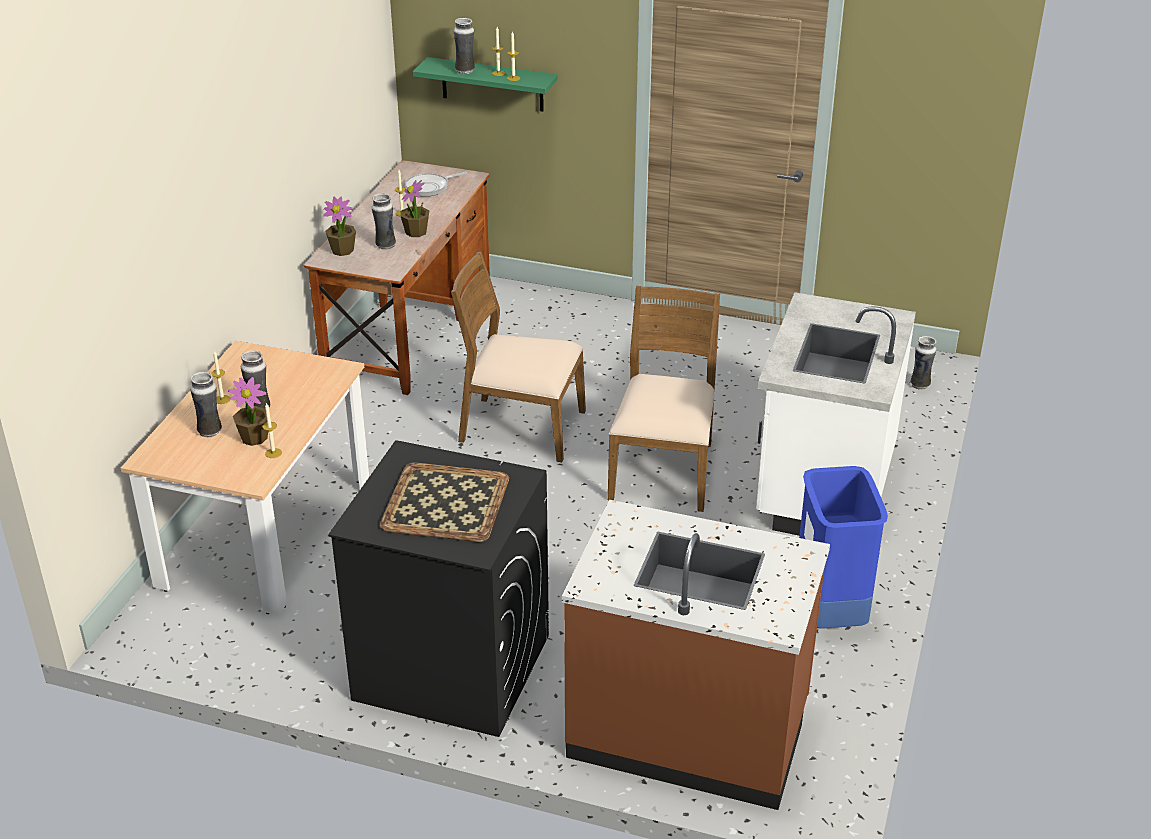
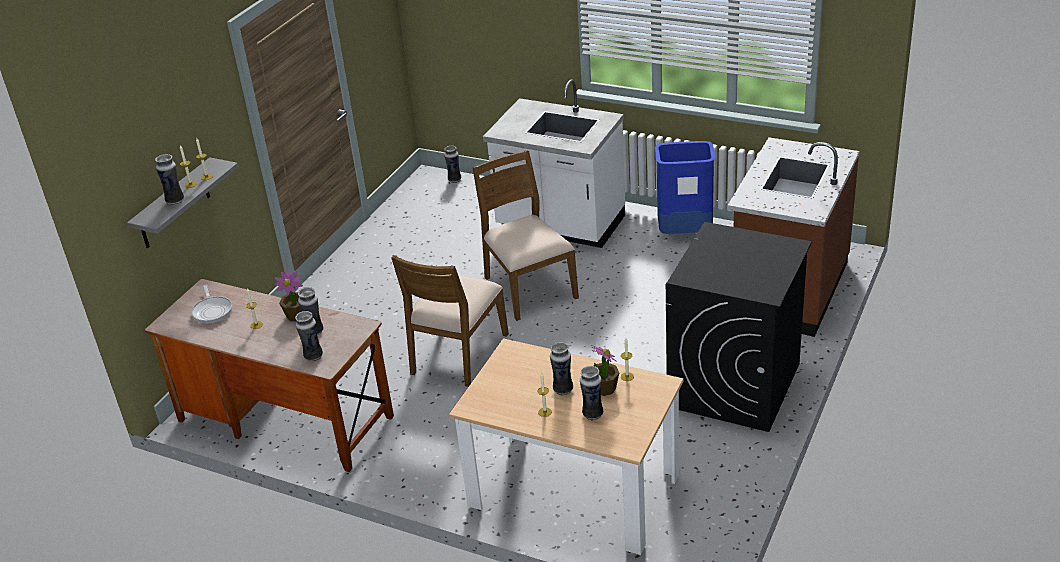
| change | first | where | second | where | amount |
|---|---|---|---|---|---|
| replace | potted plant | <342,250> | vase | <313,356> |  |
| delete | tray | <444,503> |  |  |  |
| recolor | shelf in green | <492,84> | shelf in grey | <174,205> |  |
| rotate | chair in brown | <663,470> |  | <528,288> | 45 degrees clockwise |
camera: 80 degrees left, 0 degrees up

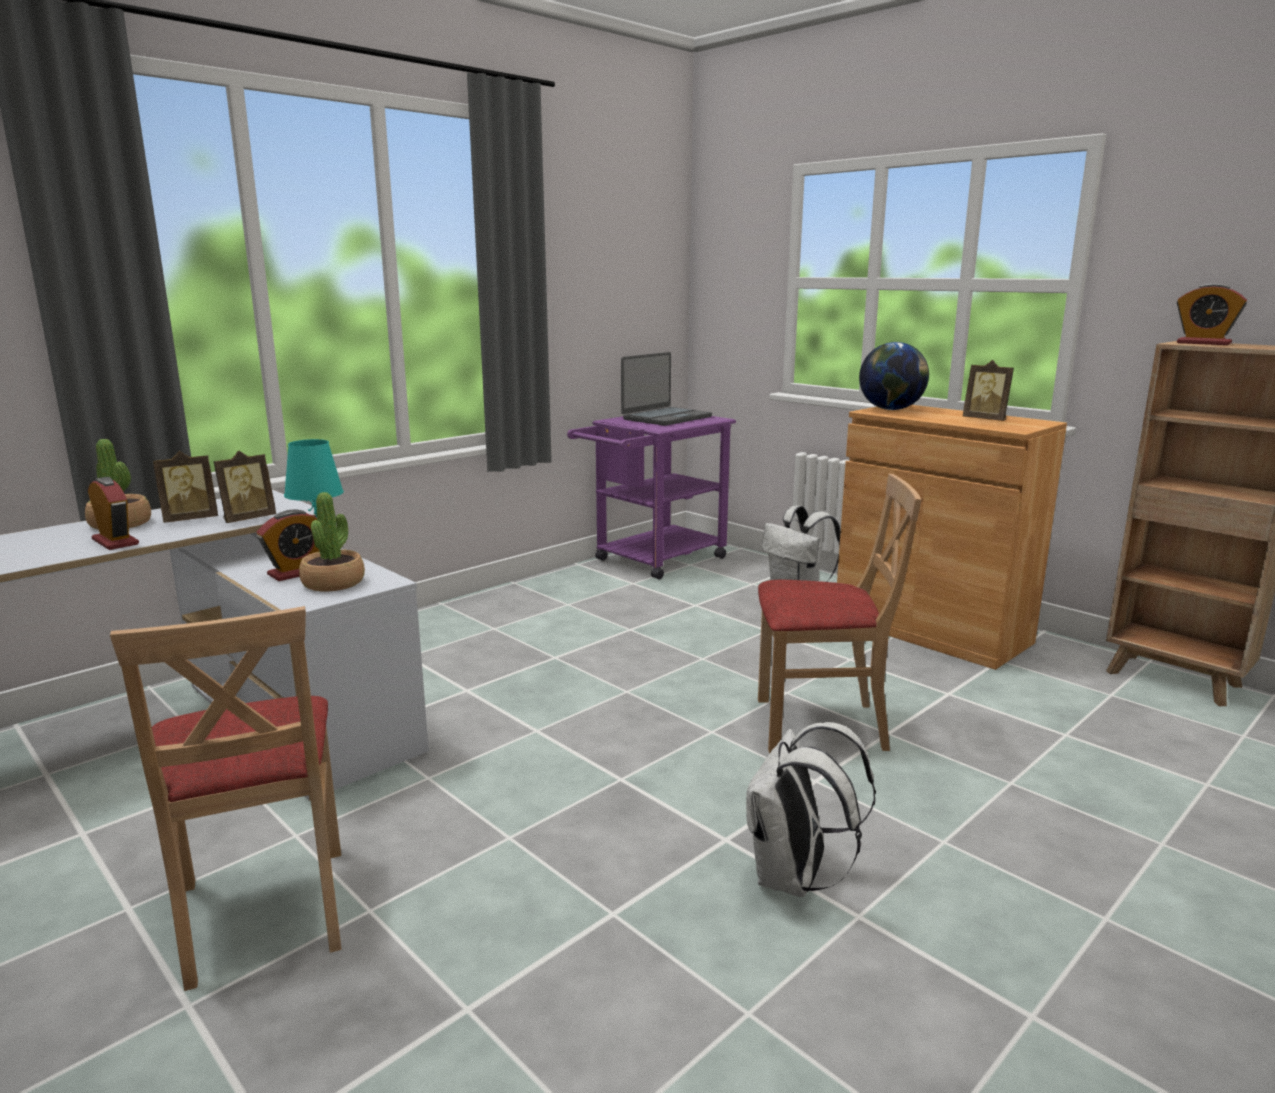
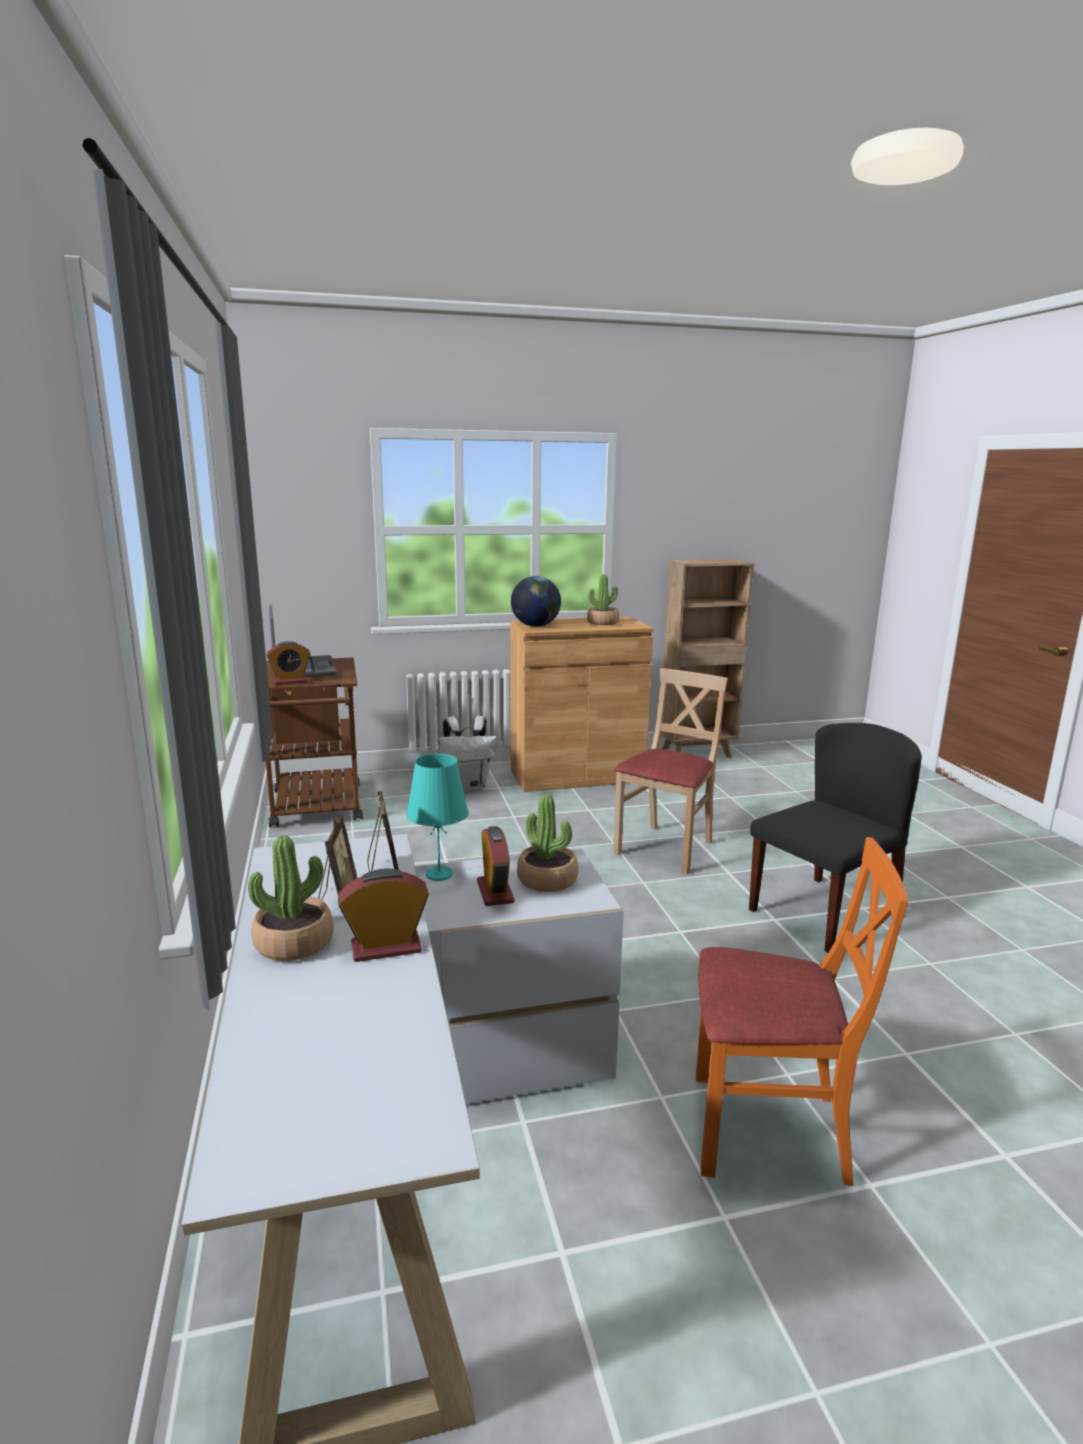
| change | first | where | second | where | amount |
|---|---|---|---|---|---|
| recolor | chair in beige | <263,912> | chair in orange | <768,1130> |  |
| recolor | cart in purple | <653,561> | cart in brown | <317,809> |  |
| replace | backpack in white | <794,878> | chair in black | <823,912> |  |
| replace | picture frame | <986,420> | potted plant | <603,623> |  |
| move | alarm clock | <1203,343> |  | <290,681> |  |
camera: 60 degrees left, 0 degrees up

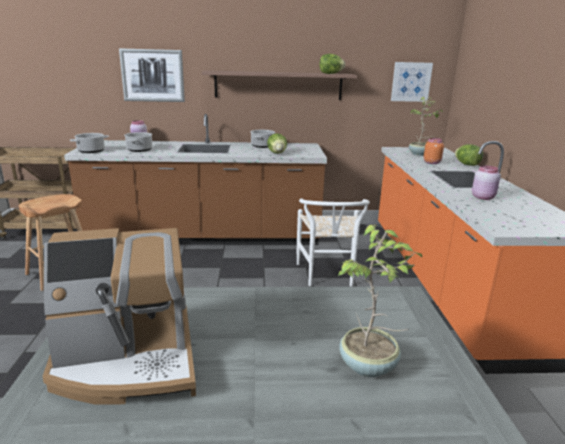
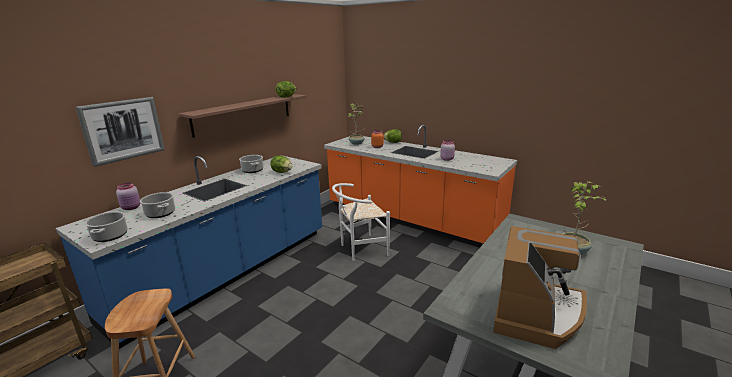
| change | first | where | second | where | amount |
|---|---|---|---|---|---|
| recolor | counter in brown | <205,237> | counter in blue | <227,272> |  |
| rotate | chair in white | <328,276> |  | <360,249> | 120 degrees clockwise |
| delete | picture | <411,82> |  |  |  |
camera: 50 degrees left, 0 degrees up

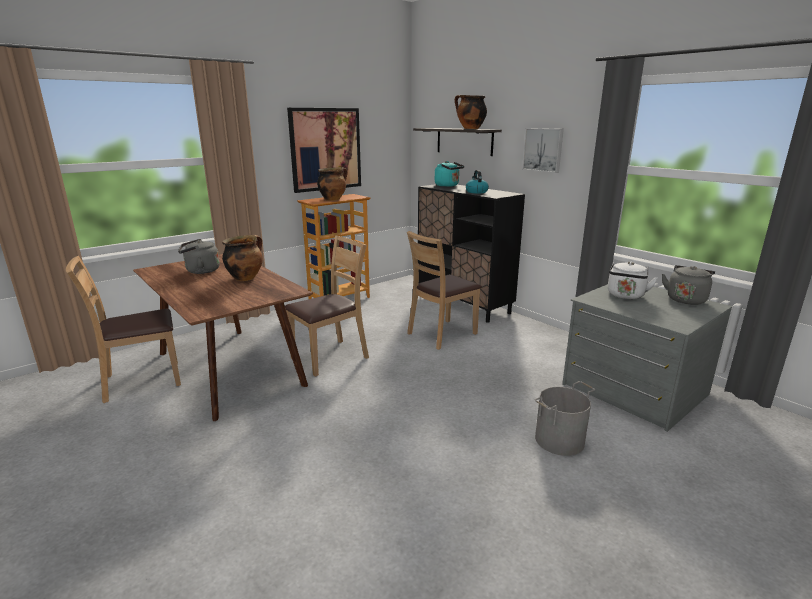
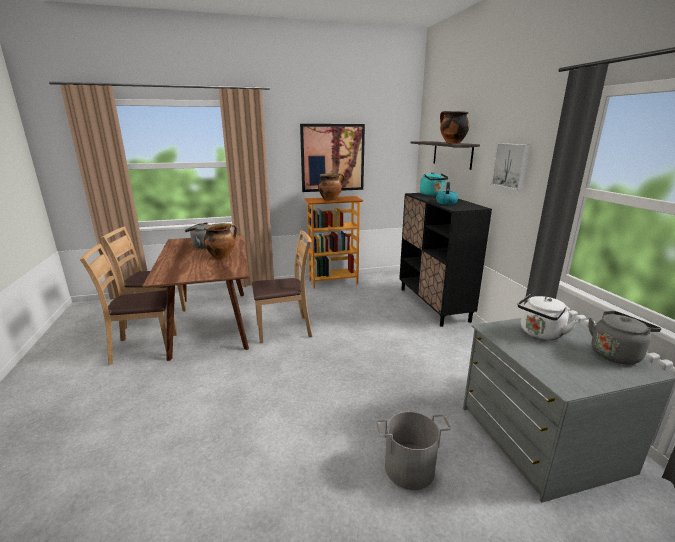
| change | first | where | second | where | amount |
|---|---|---|---|---|---|
| move | chair in brown | <442,334> |  | <144,348> |  |
camera: 25 degrees right, 0 degrees up

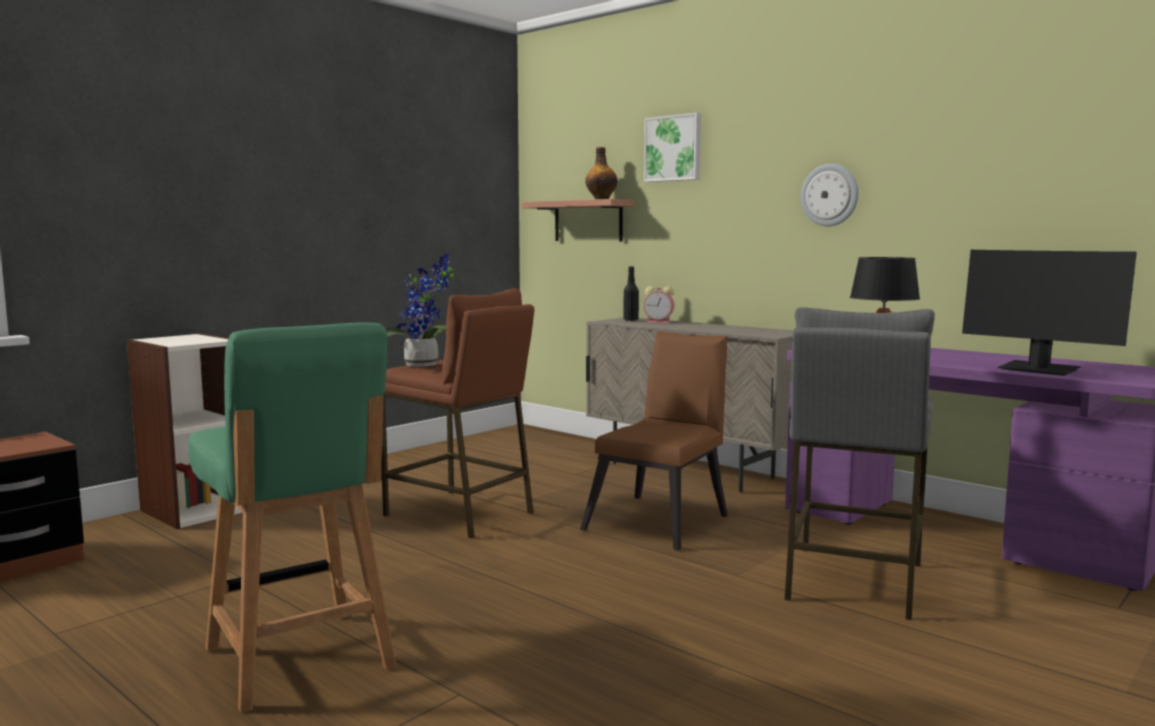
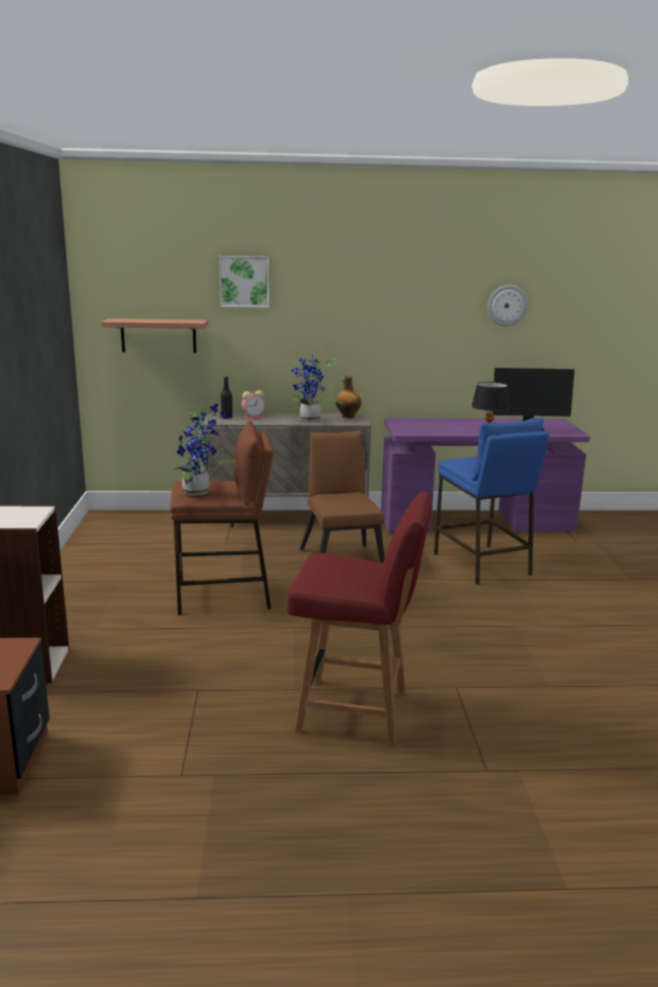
| change | first | where | second | where | amount |
|---|---|---|---|---|---|
| recolor | chair in green | <300,660> | chair in red | <356,711> |  |
| move | bottle | <601,199> |  | <347,416> |  |
| recolor | stool in grey | <852,581> | stool in blue | <482,564> |  |
| move | wall clock | <830,195> |  | <507,305> |  |
| insert |  |  | potted plant | <310,420> |  |
camera: 45 degrees left, 10 degrees up

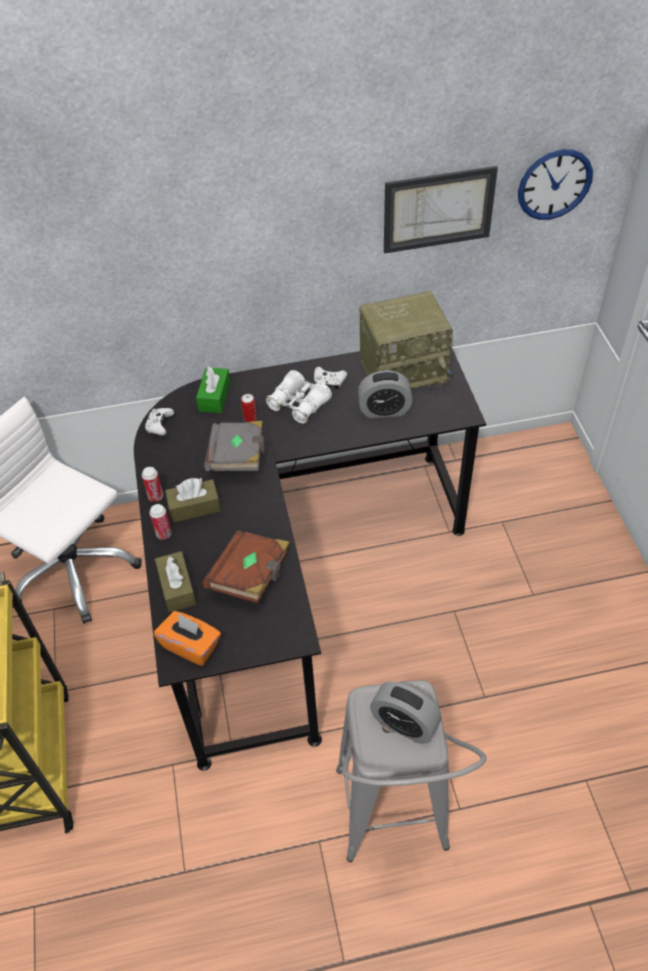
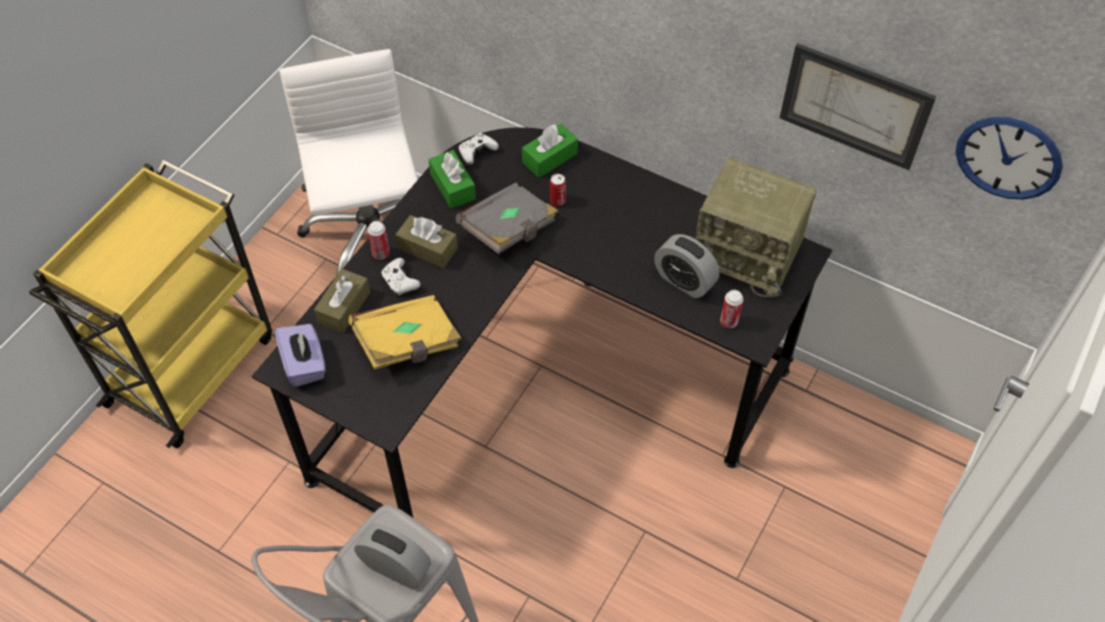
| change | first | where | second | where | amount |
|---|---|---|---|---|---|
| move | can | <155,497> |  | <729,322> |  |
| recolor | tissue box in orange | <191,646> | tissue box in purple | <304,364> |  |
| recolor | book in brown | <251,576> | book in yellow | <408,343> |  |
| delete | binoculars in white | <299,404> |  |  |  |
| move | game controller in white | <329,382> |  | <400,282> |  |
| rotate | alarm clock | <404,724> |  | <395,567> | 135 degrees clockwise |
| insert |  |  | tissue box in green | <452,186> |  |
camera: 40 degrees right, 5 degrees up

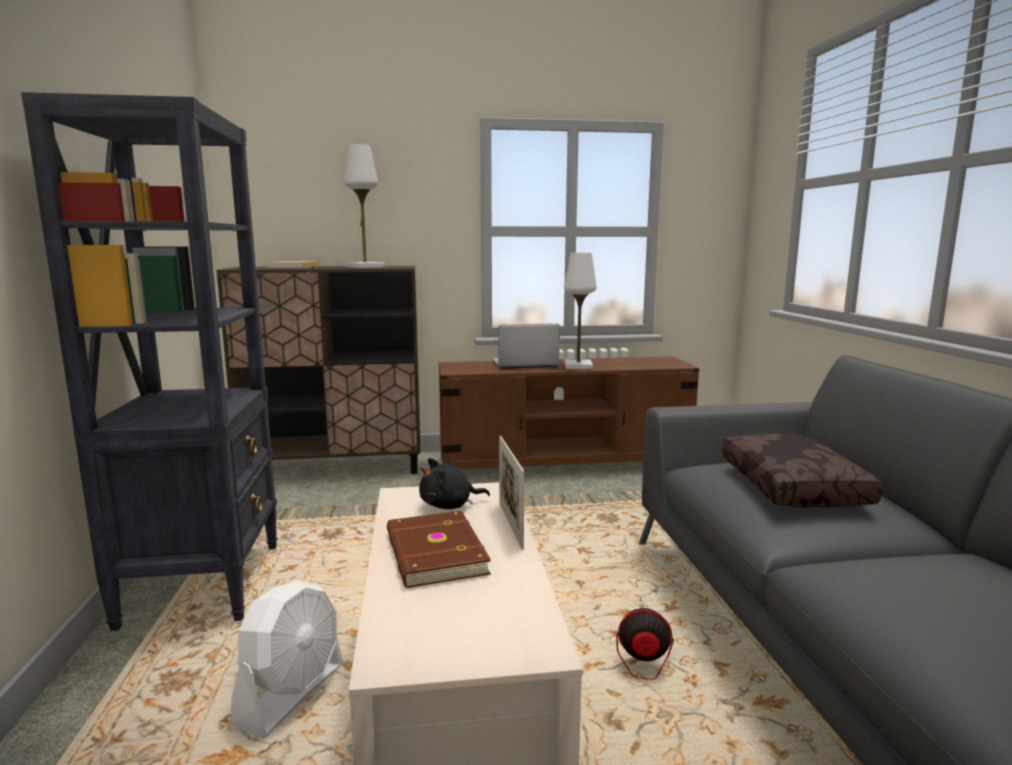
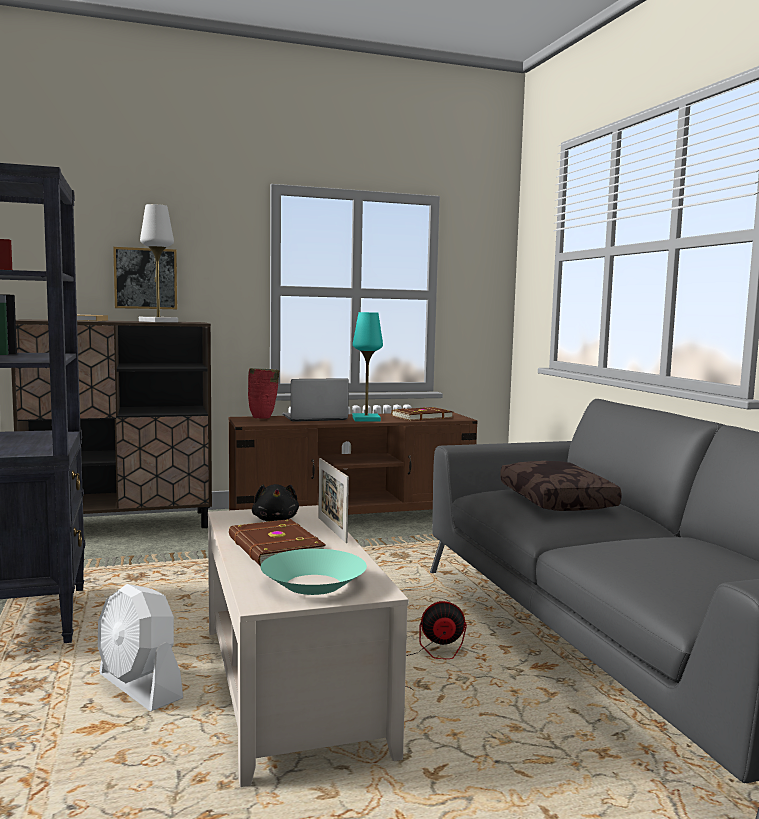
| change | first | where | second | where | amount |
|---|---|---|---|---|---|
| rotate | fan in white | <292,694> |  | <139,687> | 120 degrees clockwise |
| rotate | plush toy in black | <449,505> |  | <275,520> | 75 degrees counterclockwise |
| recolor | table lamp in white | <578,366> | table lamp in turquoise | <366,419> |  |
| insert |  |  | picture | <145,278> |  |
| insert |  |  | vase in red | <263,418> |  |
| insert |  |  | bowl in turquoise | <314,584> |  |
| insert |  |  | book in brown | <421,417> |  |
camera: 10 degrees left, 5 degrees down

